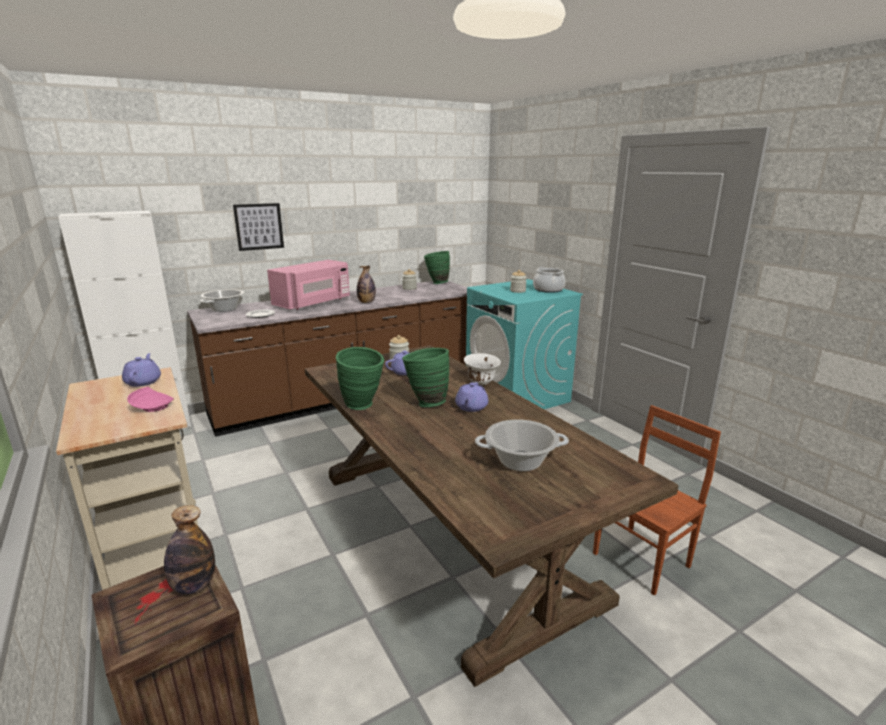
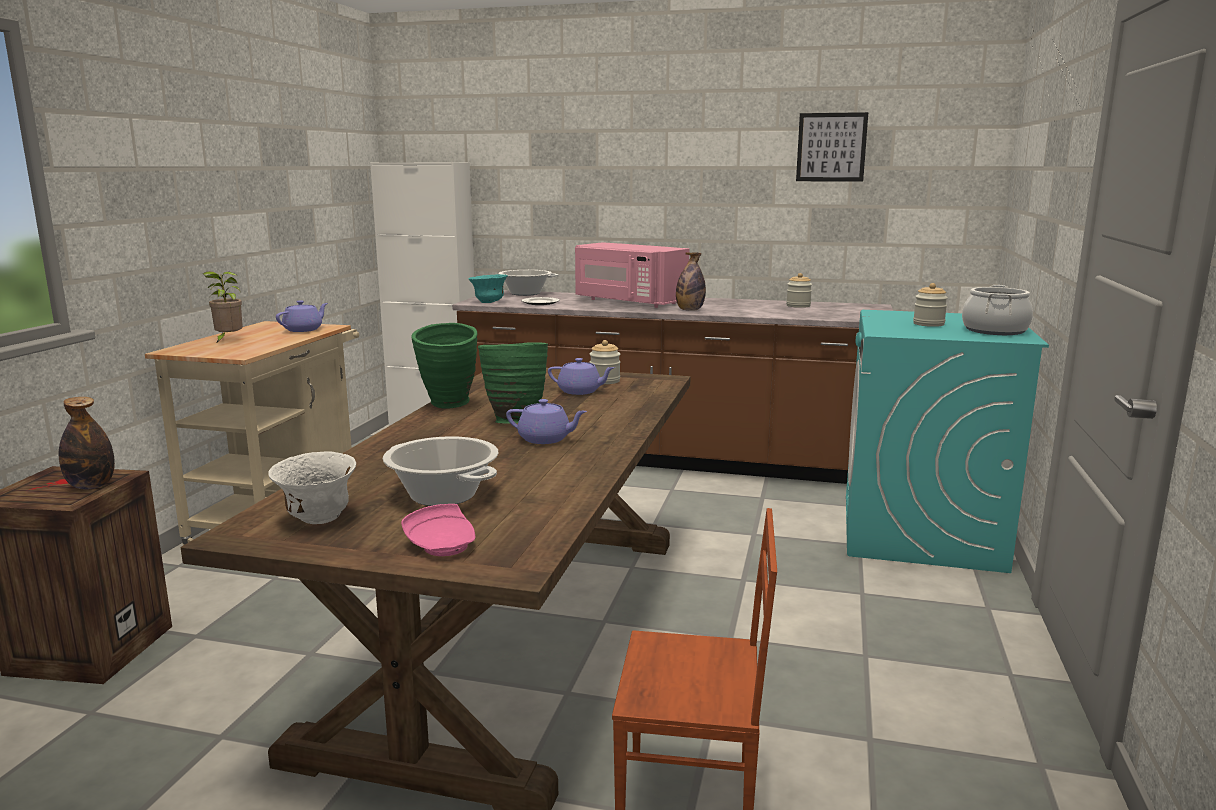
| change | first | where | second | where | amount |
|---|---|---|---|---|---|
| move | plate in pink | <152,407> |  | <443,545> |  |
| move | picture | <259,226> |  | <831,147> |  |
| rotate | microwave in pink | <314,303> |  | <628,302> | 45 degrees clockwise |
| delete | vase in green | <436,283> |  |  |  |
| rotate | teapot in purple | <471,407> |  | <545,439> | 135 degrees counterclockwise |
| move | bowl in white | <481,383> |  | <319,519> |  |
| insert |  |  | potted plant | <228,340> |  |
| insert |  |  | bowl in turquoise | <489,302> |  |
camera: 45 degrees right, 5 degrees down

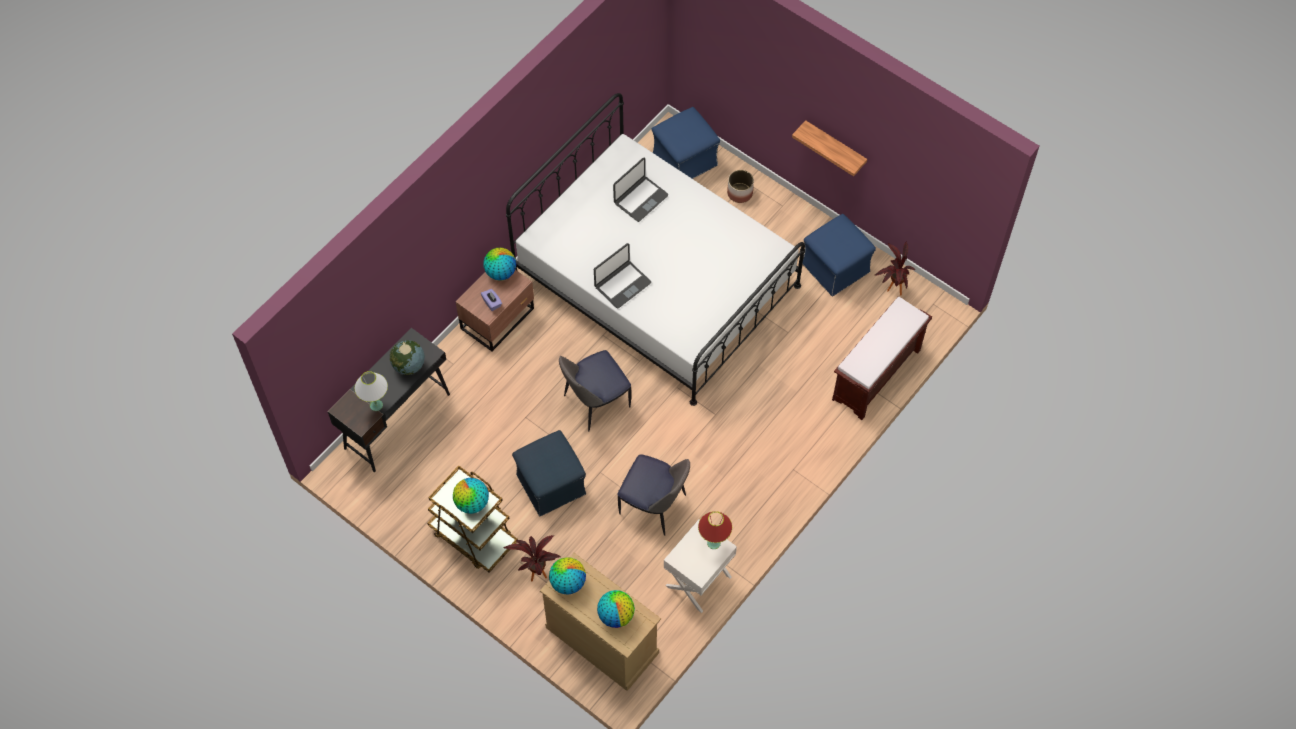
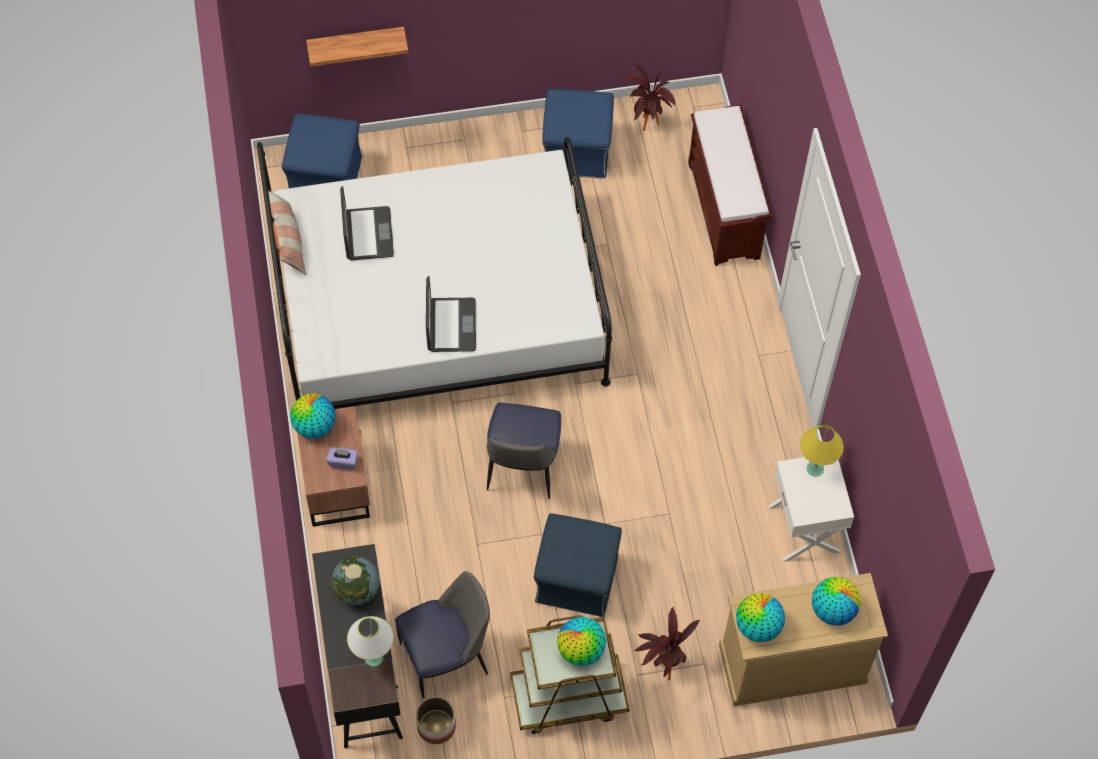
| change | first | where | second | where | amount |
|---|---|---|---|---|---|
| move | chair | <654,506> |  | <446,657> |  |
| recolor | table lamp in red | <713,543> | table lamp in yellow | <815,468> |  |
| move | planter | <740,193> |  | <436,726> |  |
| move | shelf | <835,147> |  | <356,43> |  |
| insert |  |  | pillow | <288,241> |  |
camera: 50 degrees left, 0 degrees up

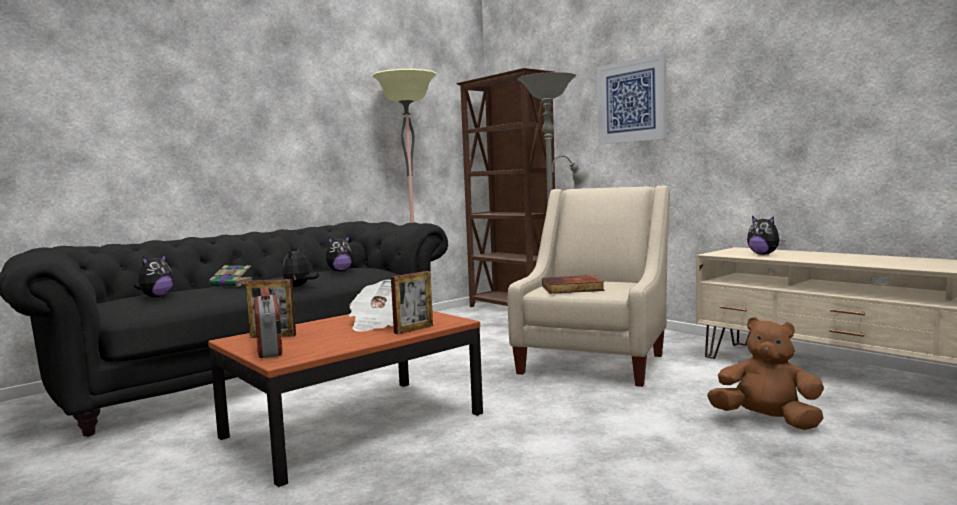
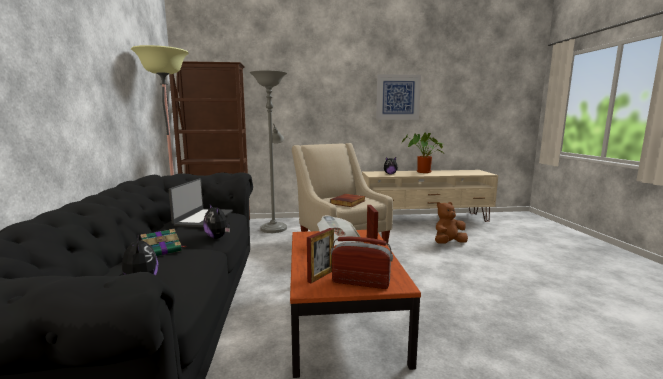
| change | first | where | second | where | amount |
|---|---|---|---|---|---|
| replace | plush toy | <340,271> | laptop | <203,218> |  |
| move | picture | <631,101> |  | <398,97> |  |
| insert |  |  | potted plant | <422,172> |  |
camera: 55 degrees left, 5 degrees up

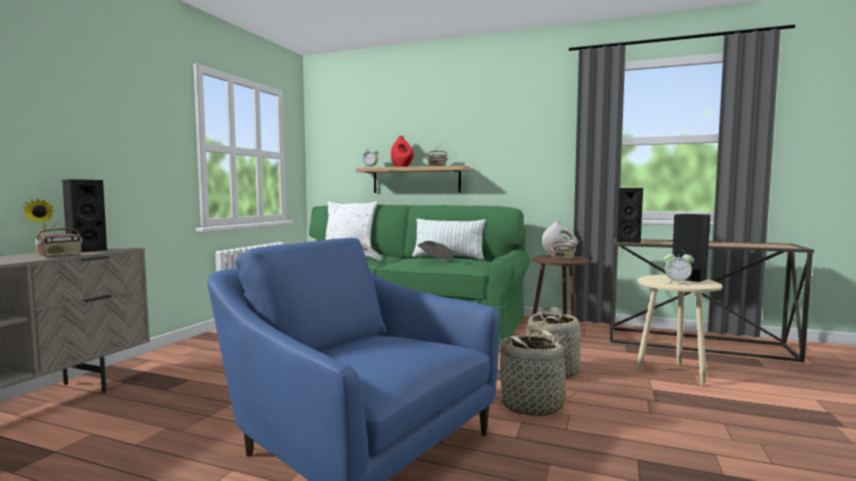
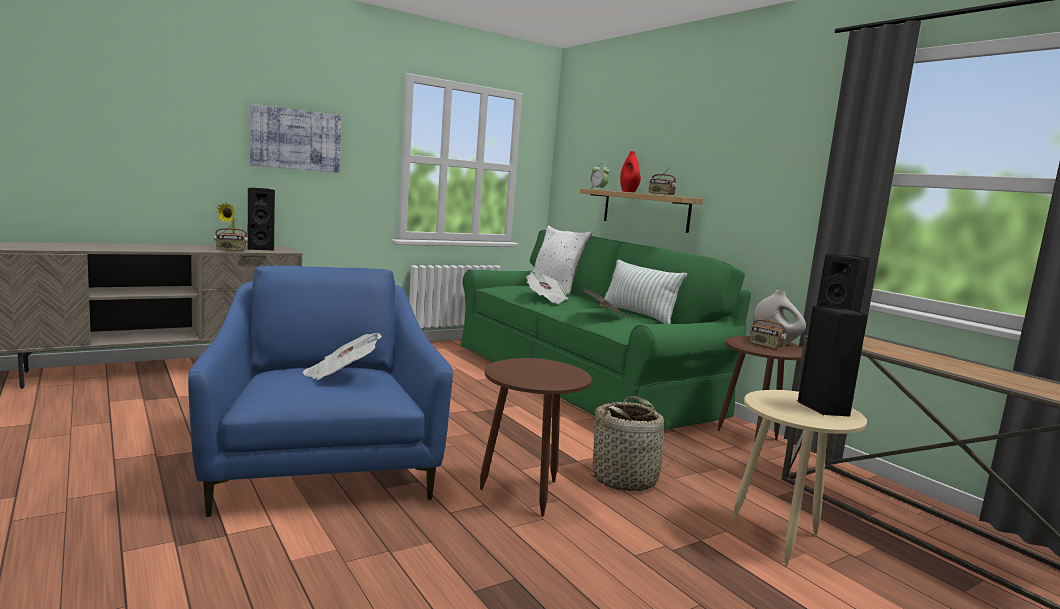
| change | first | where | second | where | amount |
|---|---|---|---|---|---|
| replace | basket | <533,405> | side table in brown | <527,497> |  |
| delete | alarm clock | <677,283> |  |  |  |
| insert |  |  | picture | <296,139> |  |
| insert |  |  | newspaper | <340,375> |  |
camera: 35 degrees right, 5 degrees up

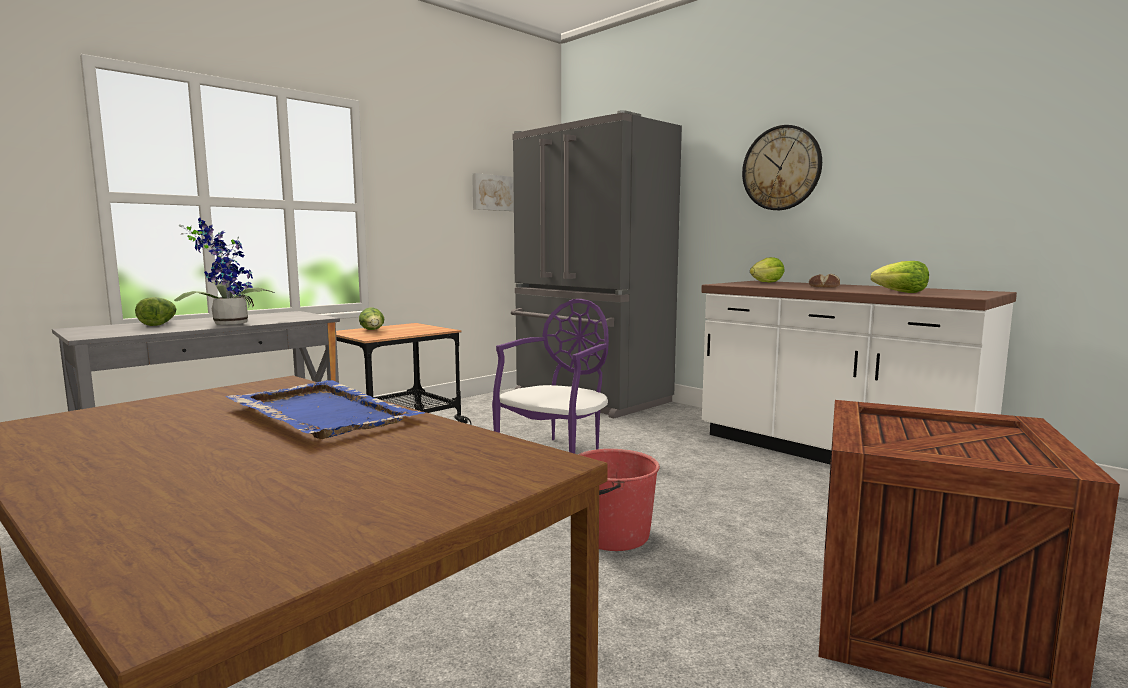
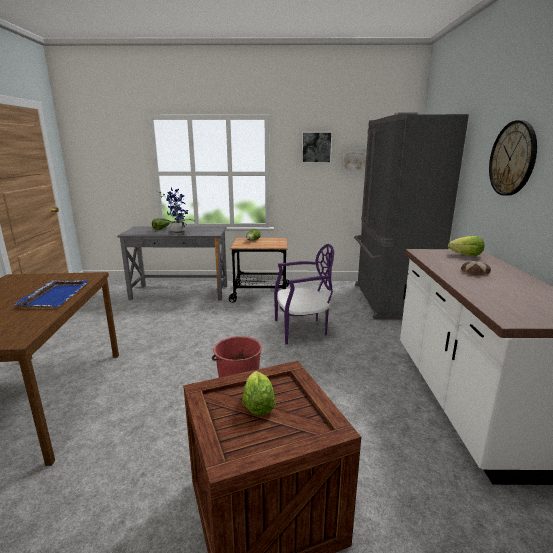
| change | first | where | second | where | amount |
|---|---|---|---|---|---|
| move | lettuce | <901,292> |  | <258,405> |  |
| insert |  |  | picture | <316,147> |  |
camera: 45 degrees right, 10 degrees up

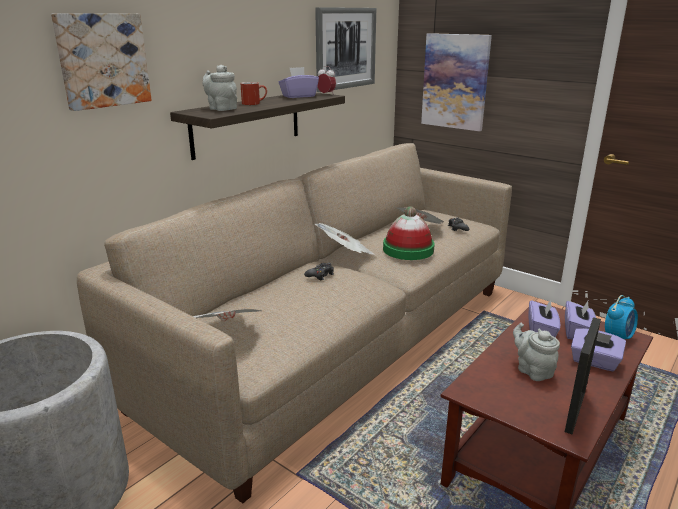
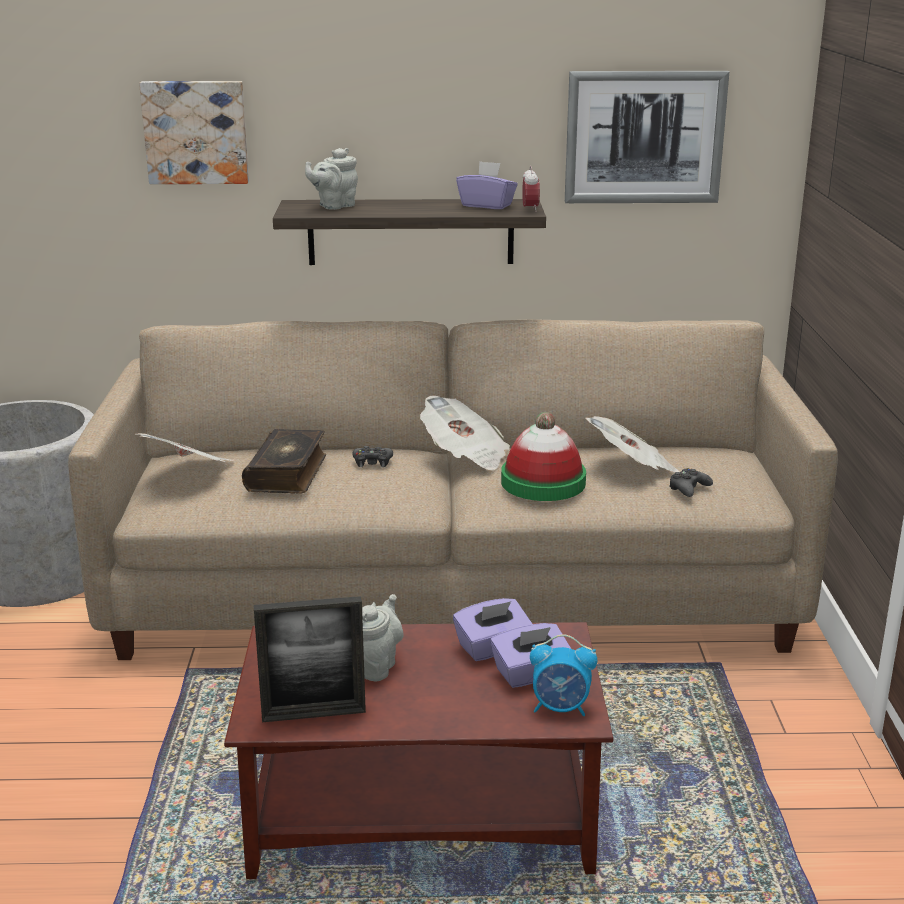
| change | first | where | second | where | amount |
|---|---|---|---|---|---|
| rotate | teapot in grey | <221,108> |  | <334,206> | 135 degrees counterclockwise |
| delete | mug in red | <254,103> |  |  |  |
| delete | picture | <455,81> |  |  |  |
| delete | tissue box in purple | <594,361> |  |  |  |
| insert |  |  | book | <288,473> |  |
camera: 50 degrees right, 0 degrees up

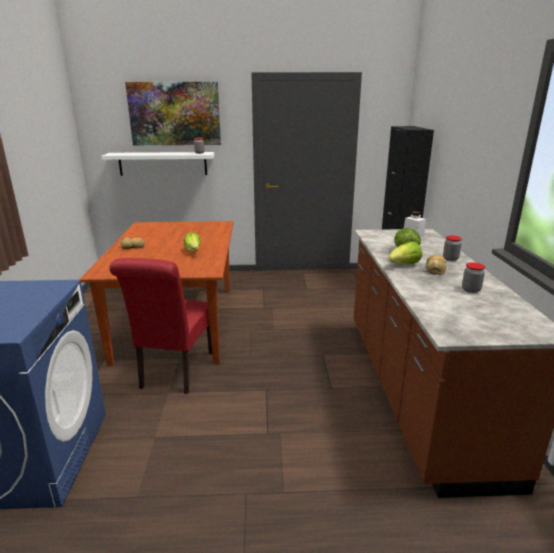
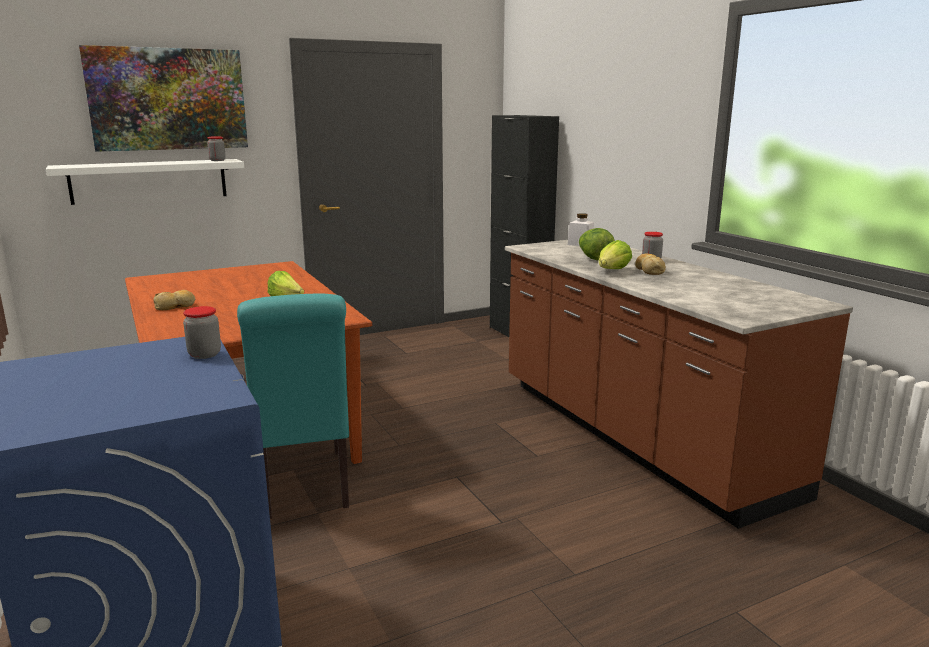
| change | first | where | second | where | amount |
|---|---|---|---|---|---|
| recolor | chair in red | <175,372> | chair in turquoise | <304,487> |  |
| move | jar | <471,290> |  | <204,354> |  |
camera: 25 degrees left, 5 degrees down

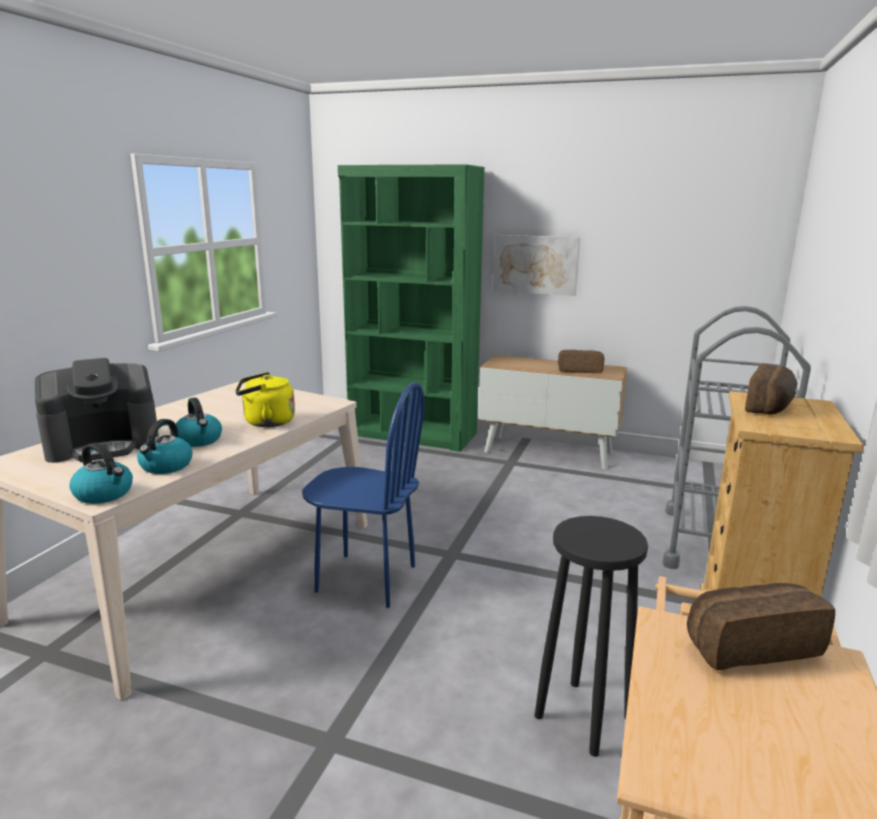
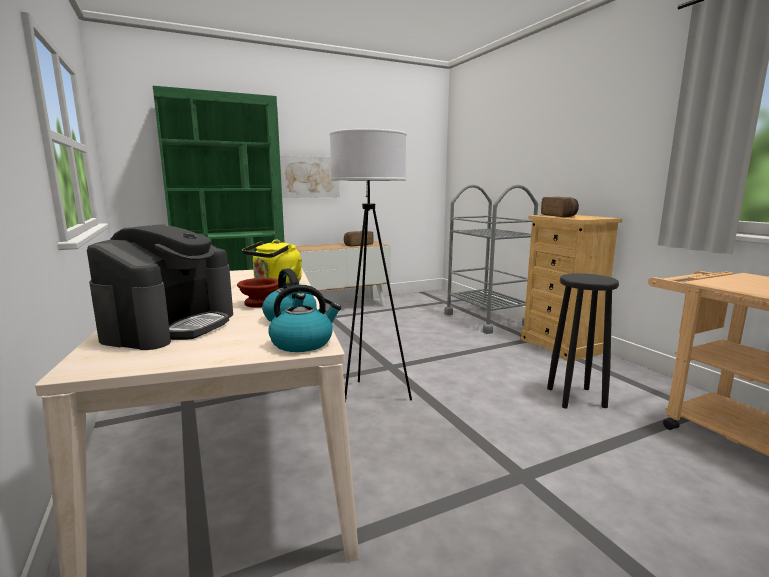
| change | first | where | second | where | amount |
|---|---|---|---|---|---|
| replace | kettle | <199,440> | bowl in brown | <260,303> |  |
| replace | chair in blue | <366,579> | floor lamp in white | <370,398> |  |
| delete | bread | <749,644> |  |  |  |
camera: 45 degrees left, 5 degrees down

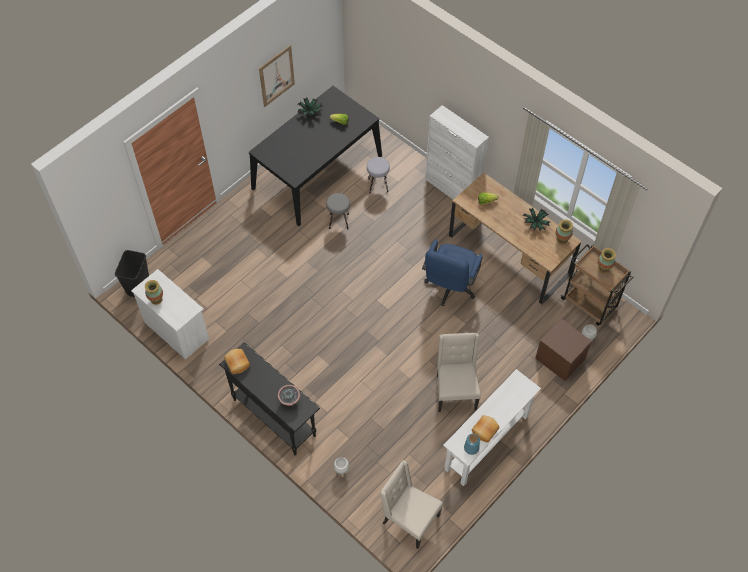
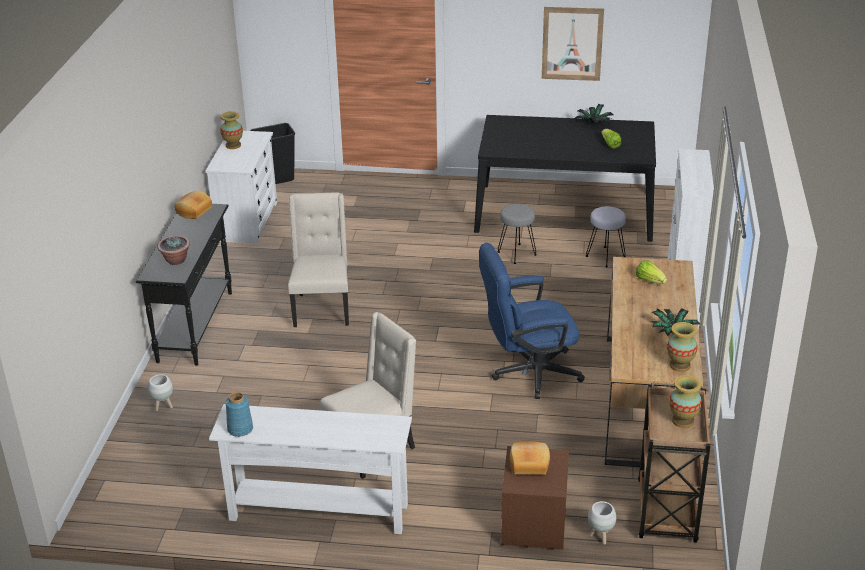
| change | first | where | second | where | amount |
|---|---|---|---|---|---|
| move | chair in beige | <409,520> |  | <322,309> |  |
| move | bread | <484,430> |  | <529,464> |  |
camera: 55 degrees right, 25 degrees down

